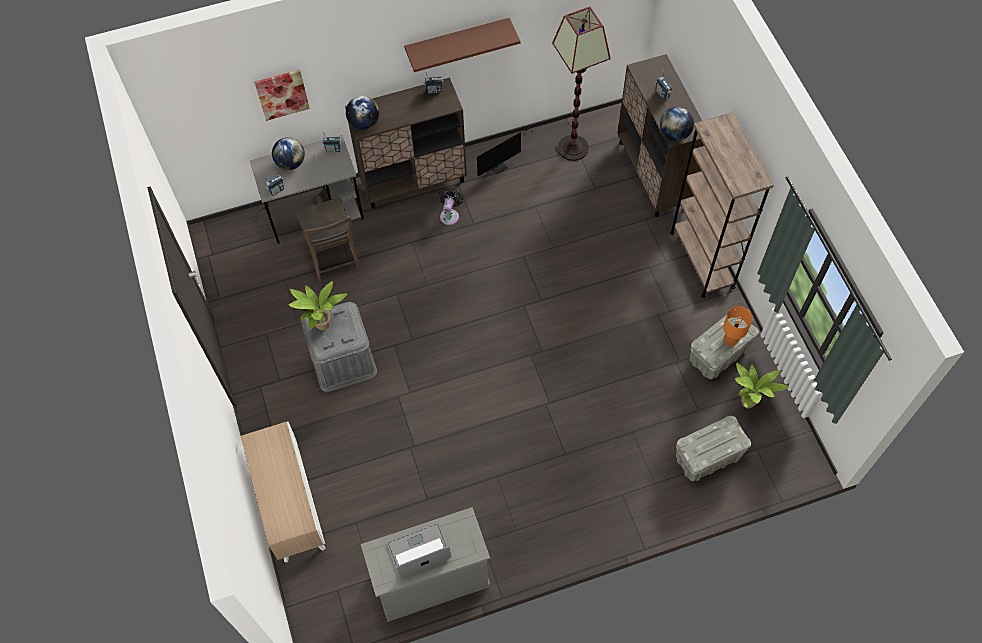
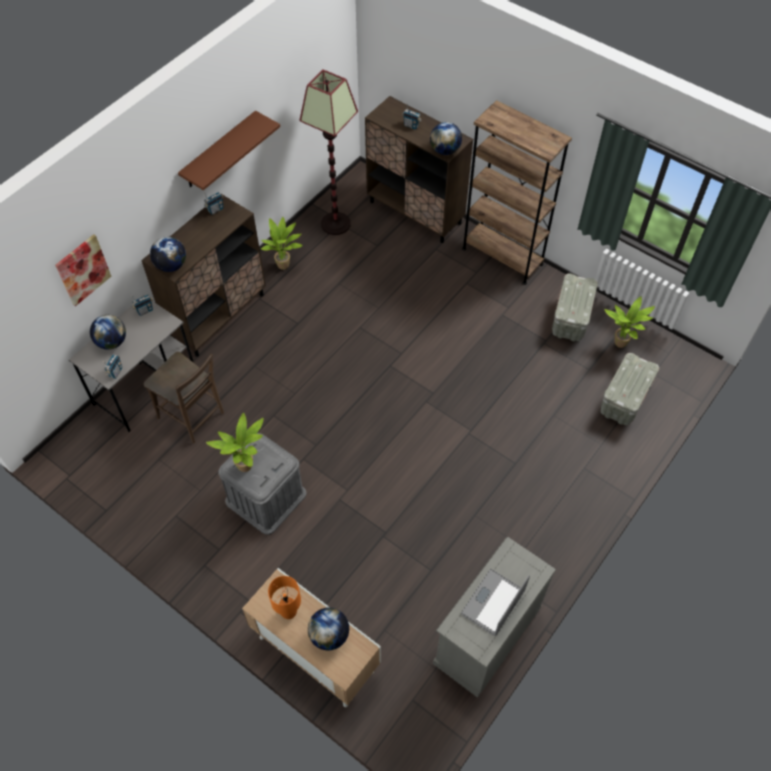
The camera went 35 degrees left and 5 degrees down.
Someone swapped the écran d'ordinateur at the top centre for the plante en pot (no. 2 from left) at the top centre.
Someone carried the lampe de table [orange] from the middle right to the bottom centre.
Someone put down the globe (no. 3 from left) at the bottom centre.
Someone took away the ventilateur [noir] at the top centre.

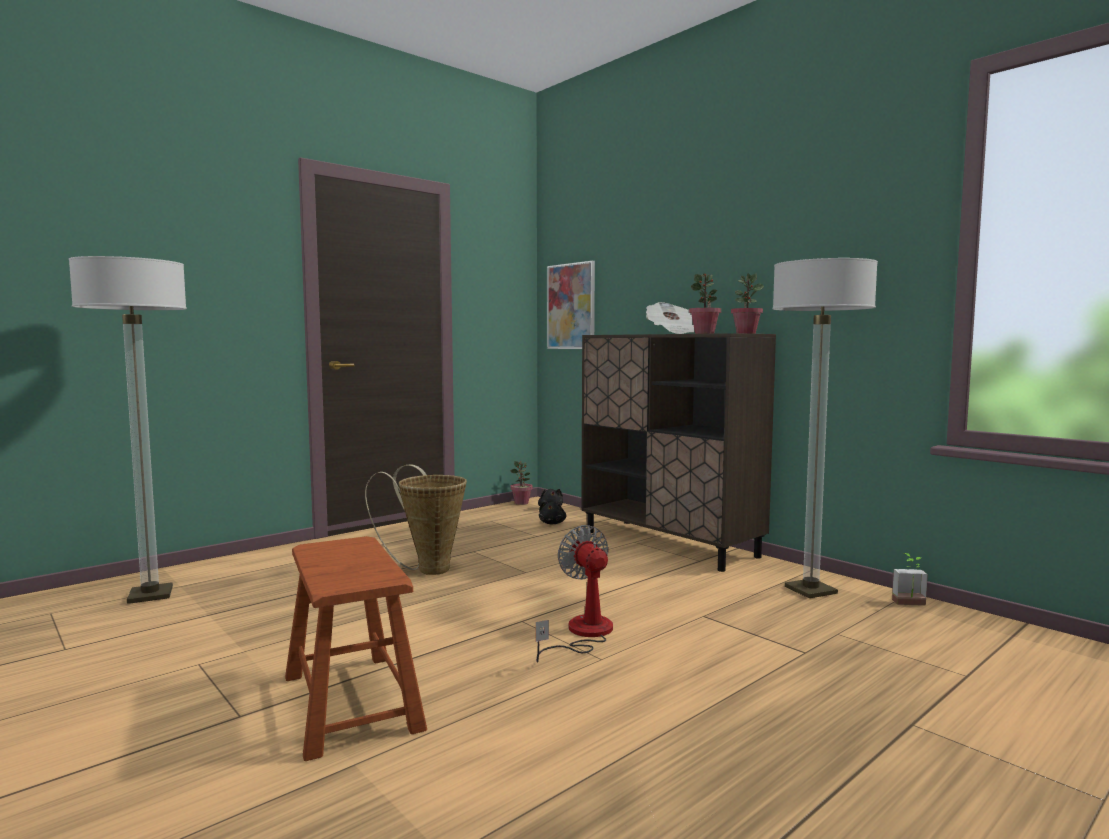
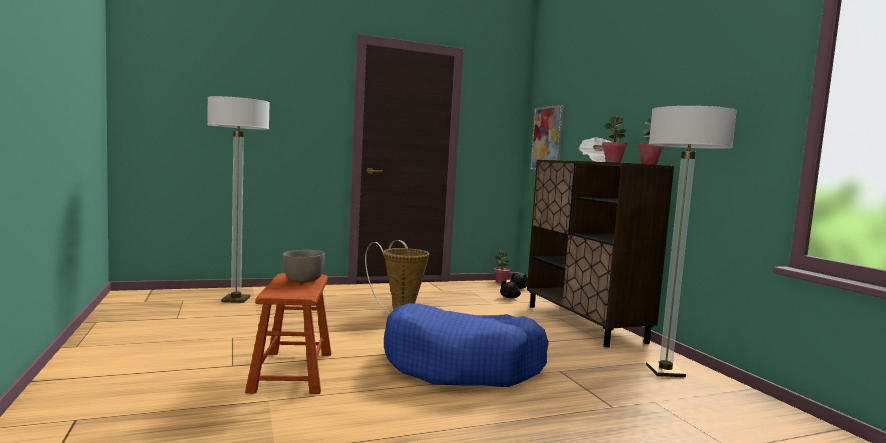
The camera went 20 degrees right and 0 degrees up.
Someone put down the bol [gris] at the centre.
Someone swapped the ventilateur at the bottom centre for the panier pour chien [bleu] at the bottom centre.
Someone took away the plante en pot (no. 4 from left) at the bottom right.

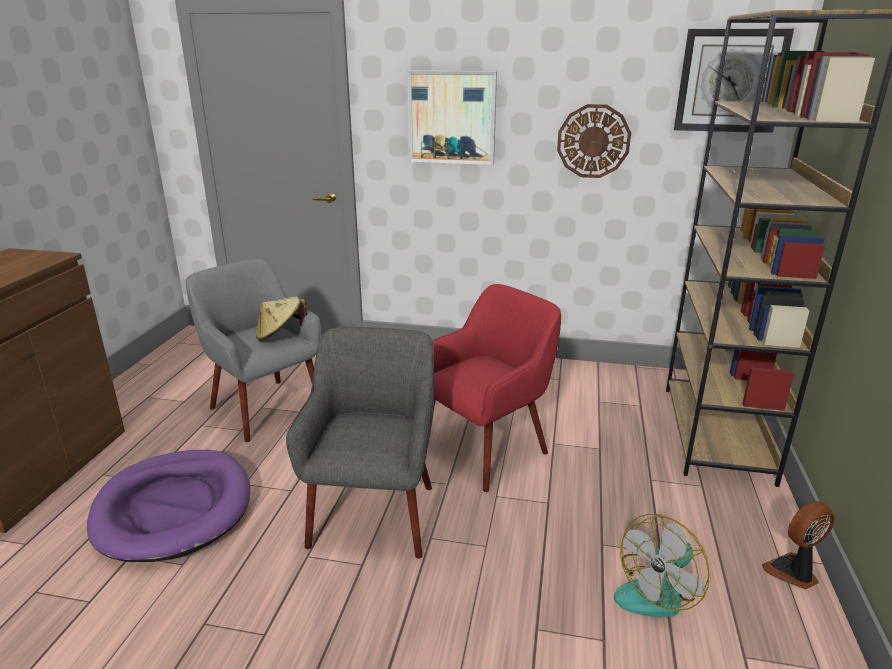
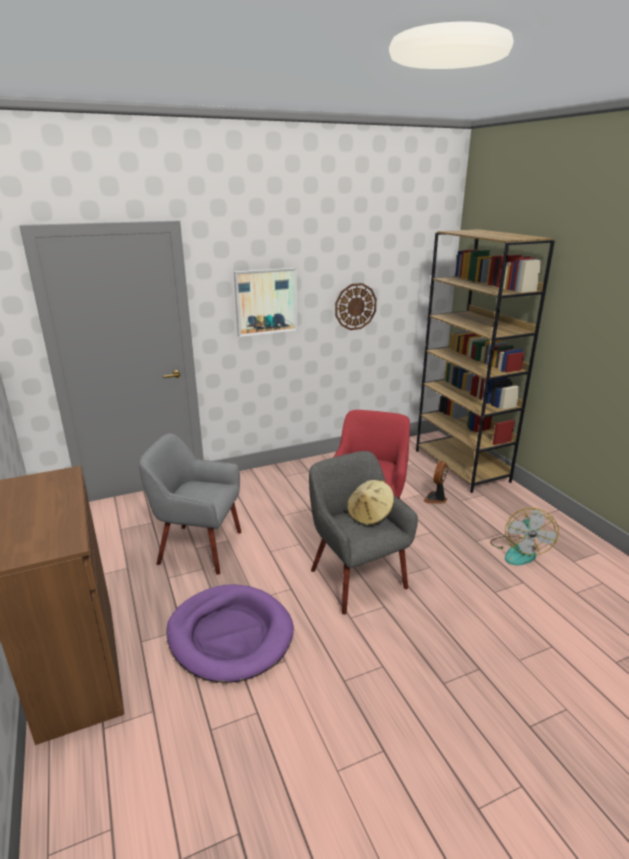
The camera went 35 degrees left and 0 degrees up.
Someone carried the chapeau [beige] from the middle left to the centre.
Someone carried the ventilateur (no. 2 from left in the first image) from the bottom right to the middle right.
Someone took away the horloge murale (no. 2 from left) at the top right.

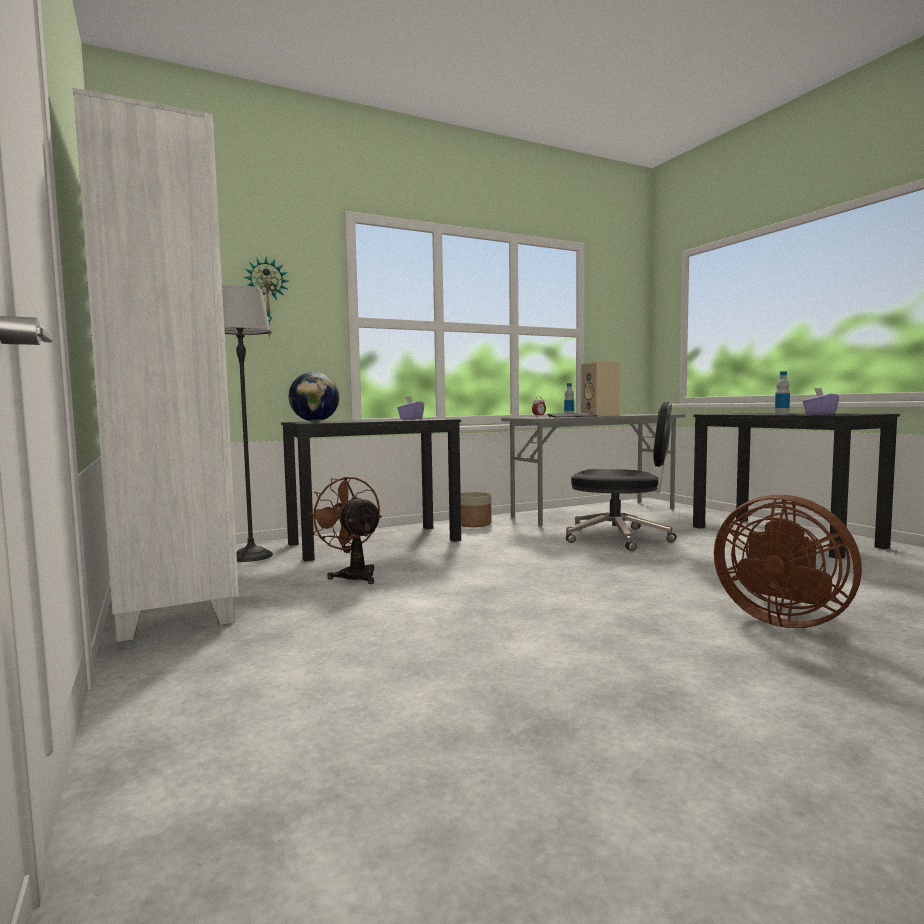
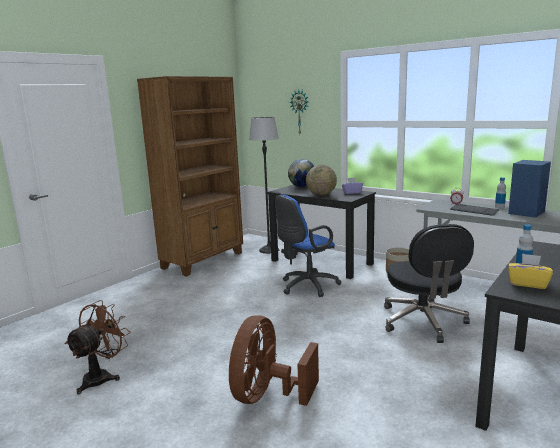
The camera went 65 degrees right and 10 degrees up.
Someone carried the ventilateur [marron] (no. 1 from left) from the centre to the bottom left.
Someone repainted the bibliothèque [blanc] at the middle left, which became the bibliothèque [marron] at the centre.
Someone put down the chaise de bureau [bleu] at the centre.
Someone put down the globe (no. 2 from left) at the centre.
Someone repainted the enceinte [beige] at the centre, which became the enceinte [bleu] at the middle right.
Someone repainted the boîte à mouchoirs [violet] (no. 2 from left) at the middle right, which became the boîte à mouchoirs [jaune] at the middle right.

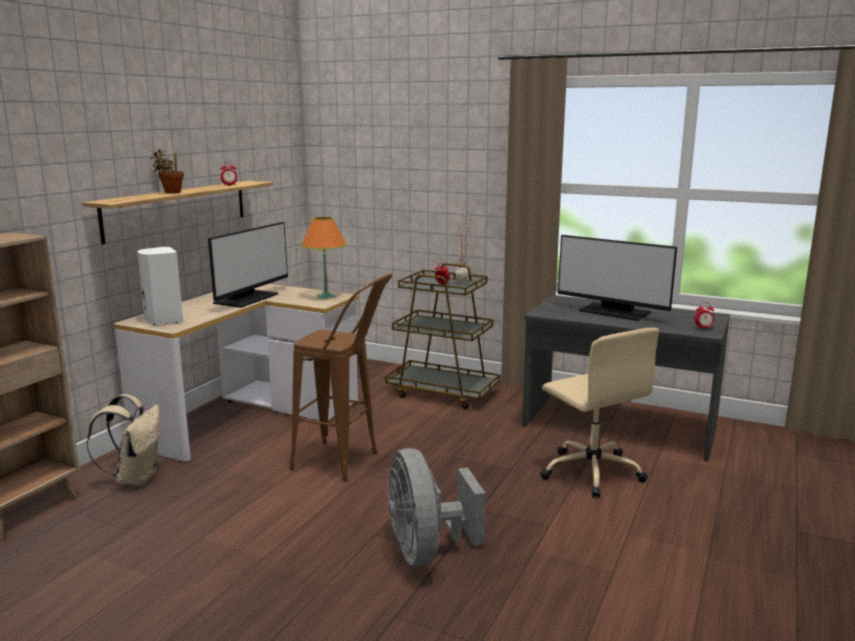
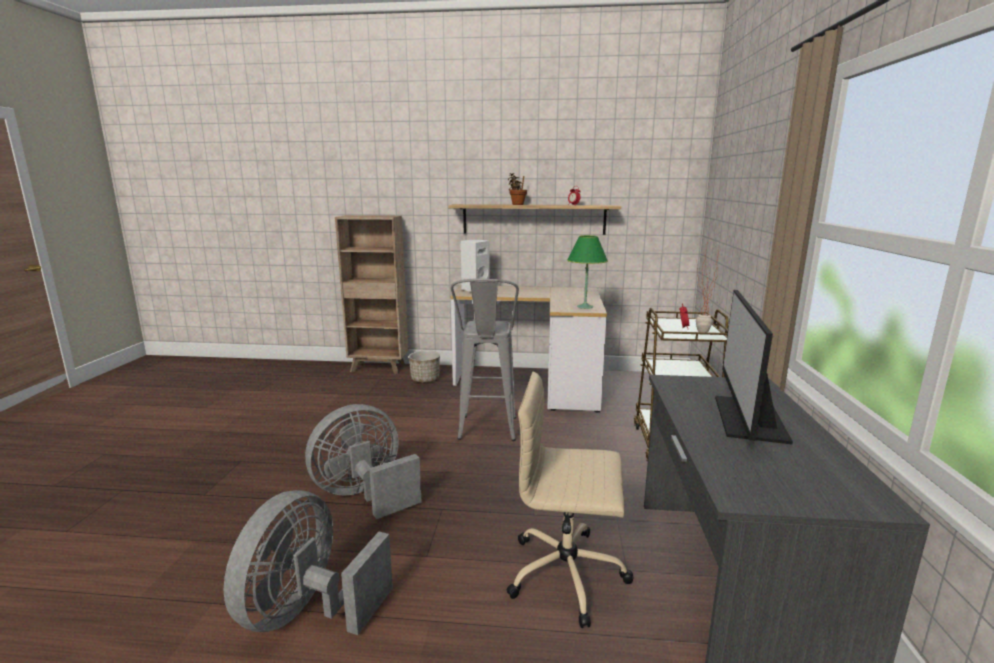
The camera went 70 degrees right and 0 degrees up.
Someone put down the ventilateur [gris] (no. 1 from left) at the bottom left.
Someone swapped the sac à dos [beige] at the bottom left for the cache-pot at the centre.
Someone repainted the tabouret [marron] at the centre, which became the tabouret [gris] at the centre.
Someone rotated the chaise de bureau [beige] at the middle right by 60 degrees clockwise.
Someone repainted the lampe de table [orange] at the centre, which became the lampe de table [vert] at the centre.
Someone took away the écran d'ordinateur (no. 1 from left) at the middle left.
Someone took away the réveil (no. 3 from left) at the middle right.

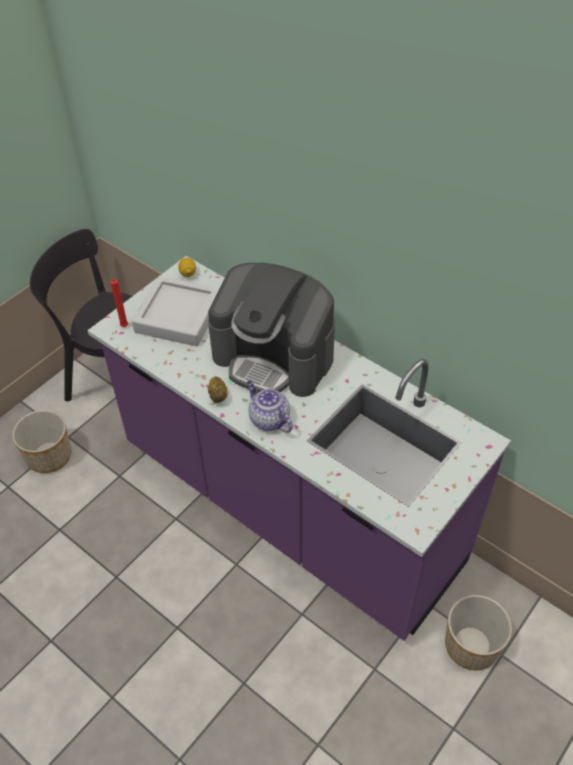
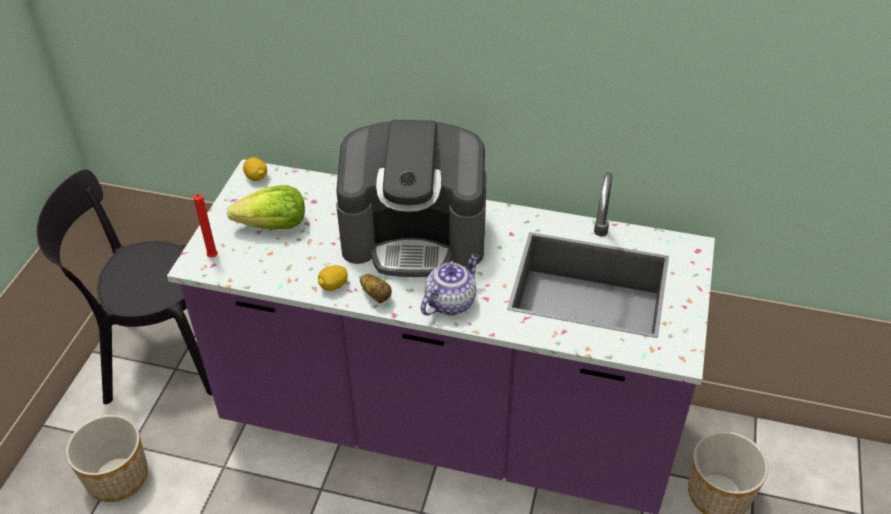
The camera went 25 degrees left and 5 degrees down.
Someone swapped the plateau [gris] at the middle left for the laitue at the middle left.
Someone put down the citron (no. 2 from left) at the centre.
Someone rotated the théière at the centre by 105 degrees clockwise.

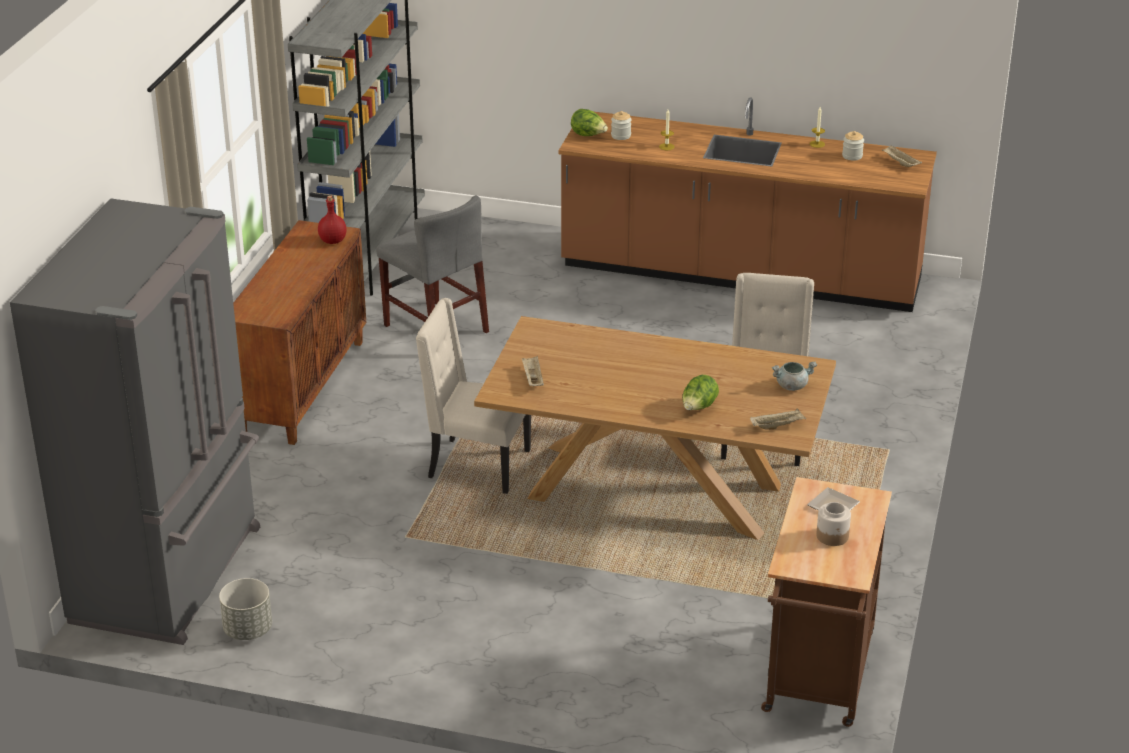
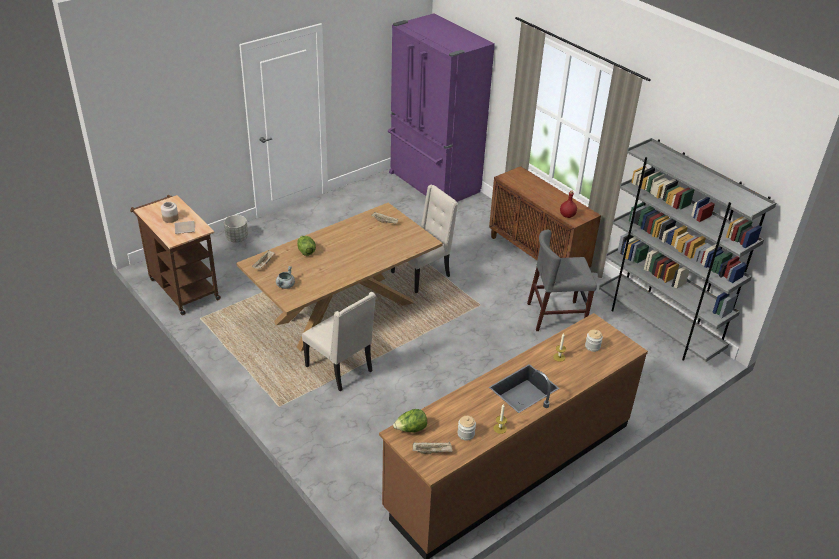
The camera went 125 degrees right and 5 degrees up.
Someone carried the cache-pot [gris] from the bottom left to the middle left.
Someone repainted the réfrigérateur [gris] at the middle left, which became the réfrigérateur [violet] at the top centre.
Someone carried the laitue (no. 1 from left in the first image) from the top centre to the bottom centre.

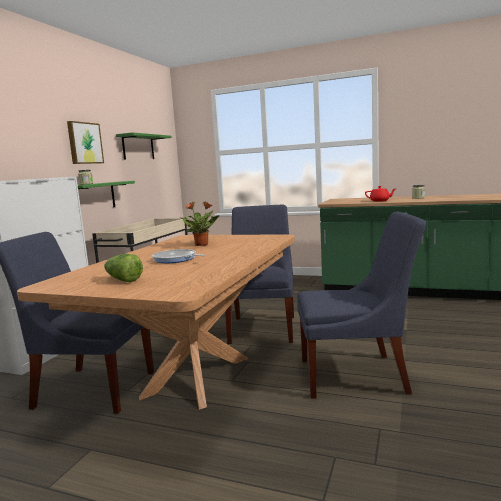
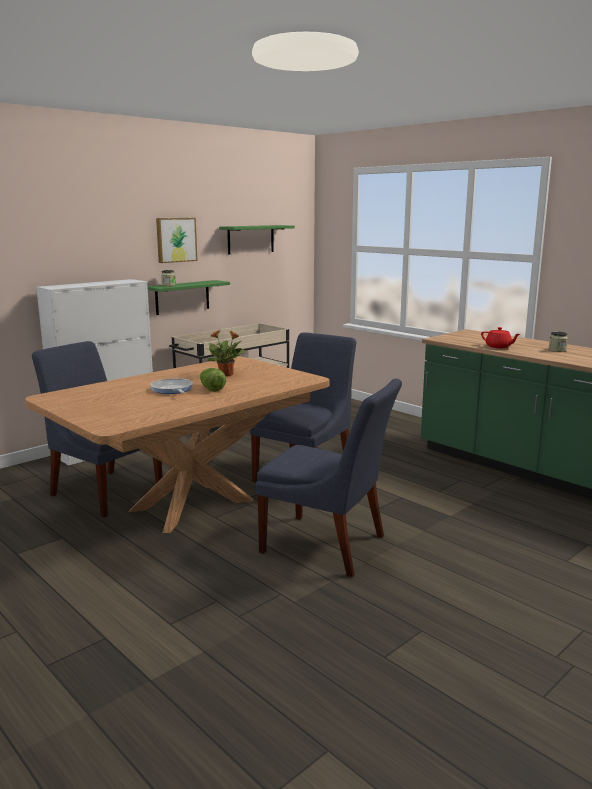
The camera went 25 degrees right and 5 degrees up.
Someone carried the laitue from the middle left to the centre.

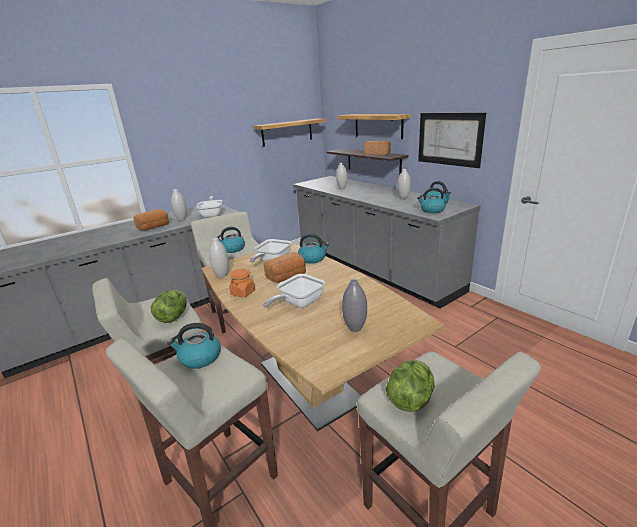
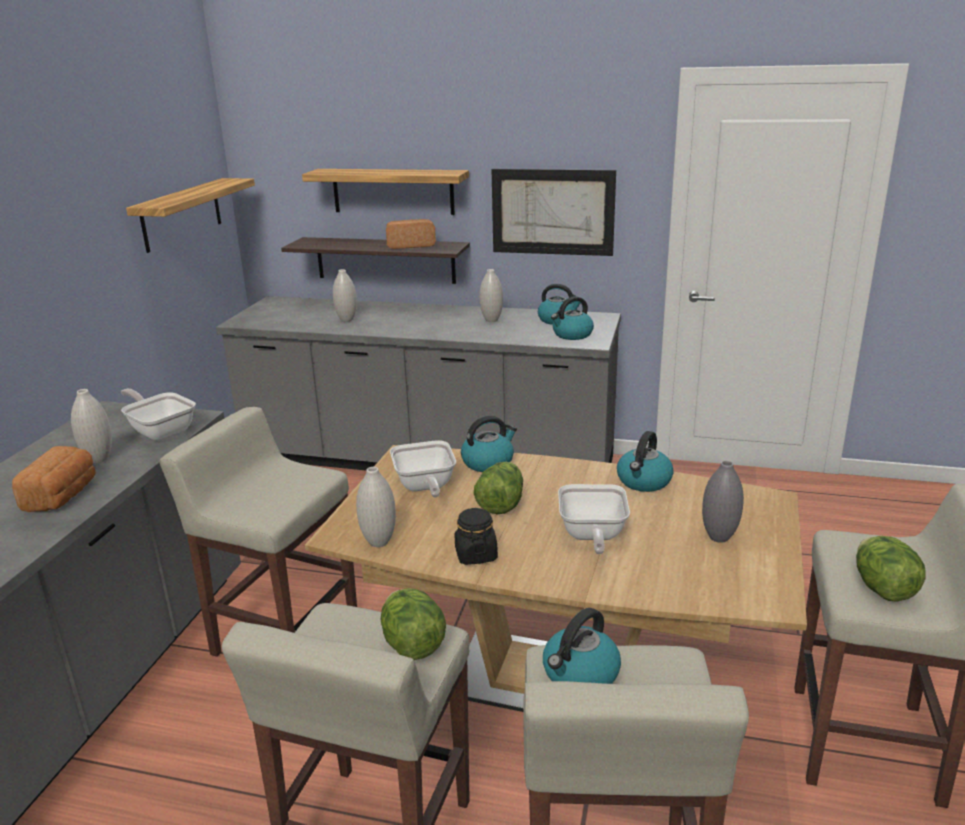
The camera went 40 degrees left and 0 degrees up.
Someone repainted the bocal [orange] at the centre, which became the bocal [noir] at the centre.
Someone swapped the pain (no. 2 from left) at the centre for the laitue (no. 2 from left) at the centre.
Someone carried the bouilloire (no. 2 from left in the first image) from the centre to the middle right.

